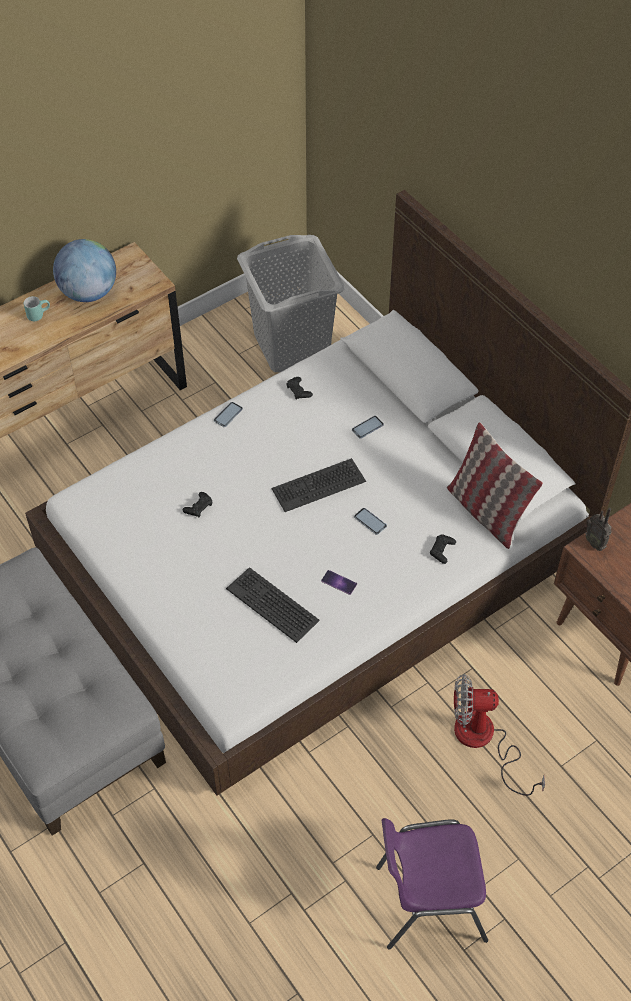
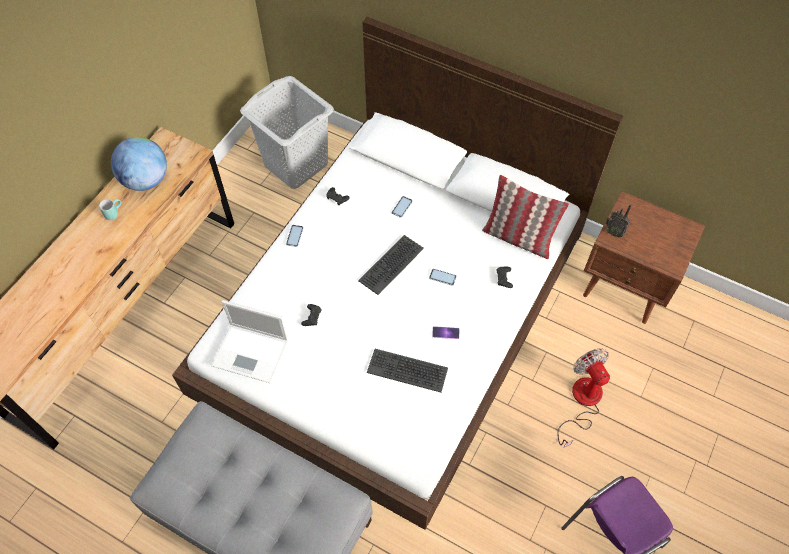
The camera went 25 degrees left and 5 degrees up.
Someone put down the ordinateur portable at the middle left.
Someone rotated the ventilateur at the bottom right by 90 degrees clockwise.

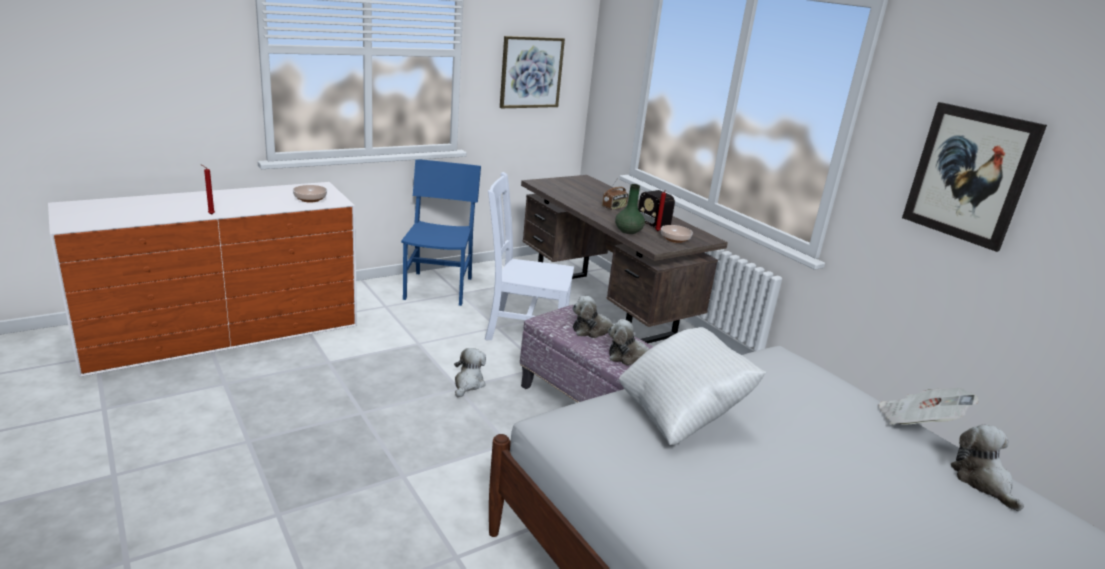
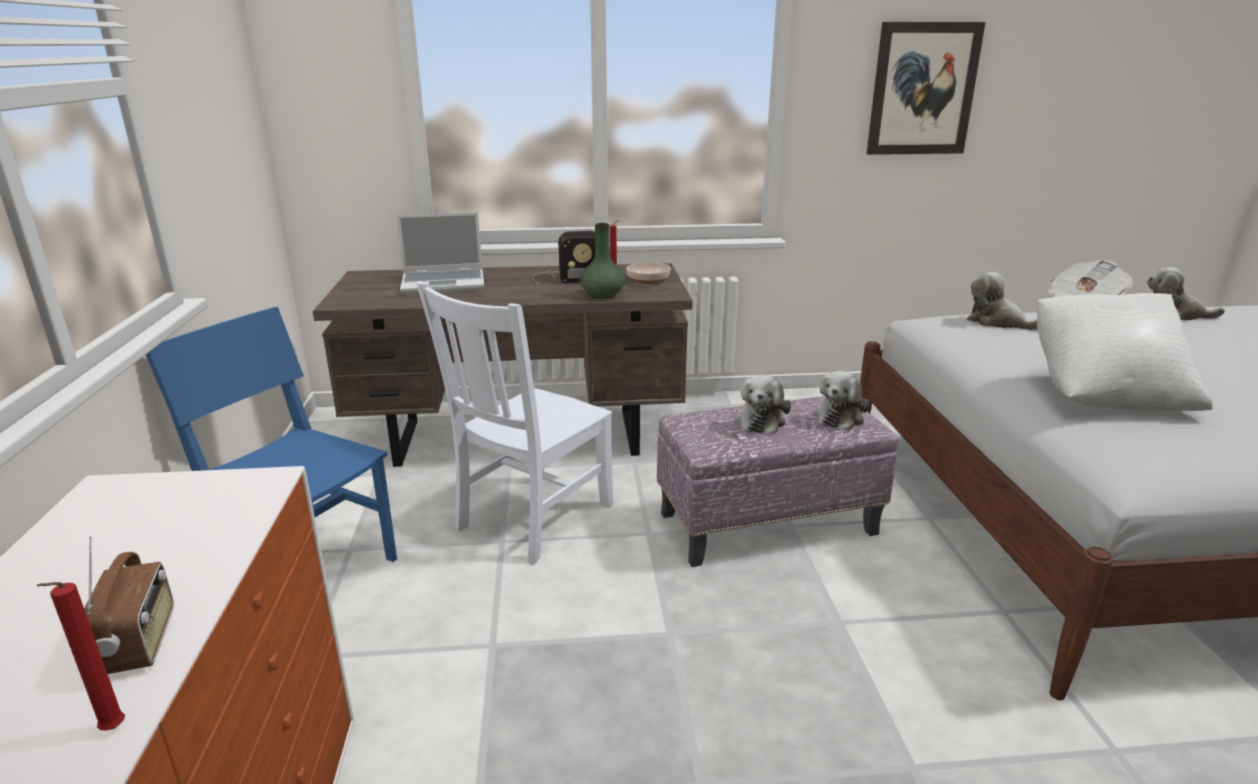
The camera went 60 degrees left and 0 degrees up.
Someone carried the radio (no. 1 from left) from the centre to the bottom left.
Someone put down the ordinateur portable at the top centre.
Someone carried the peluche (no. 1 from left in the first image) from the centre to the middle right.
Someone took away the bol (no. 1 from left) at the middle left.
Someone took away the tableau (no. 1 from left) at the top centre.

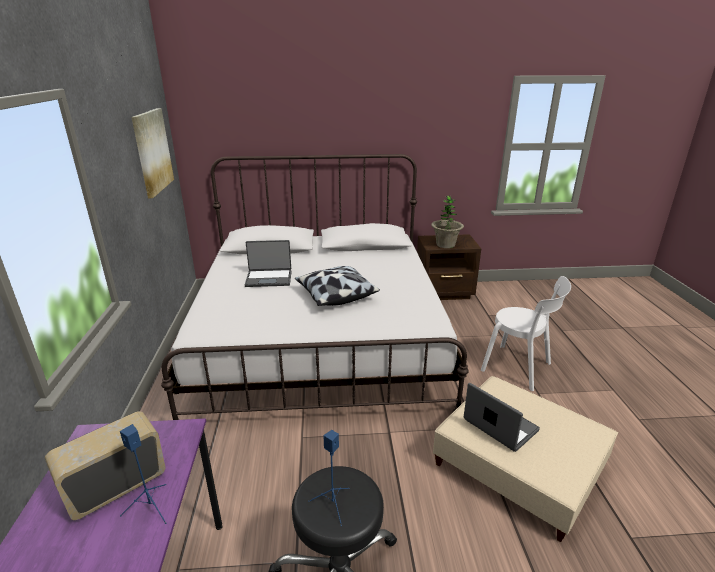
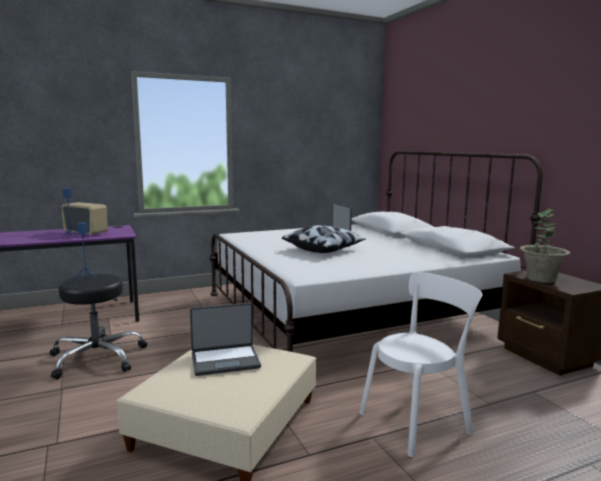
The camera went 70 degrees right and 15 degrees down.
Someone rotated the ordinateur portable (no. 2 from left in the first image) at the bottom right by 45 degrees clockwise.
Someone rotated the chaise [blanc] at the middle right by 135 degrees counterclockwise.
Someone took away the tableau at the top left.

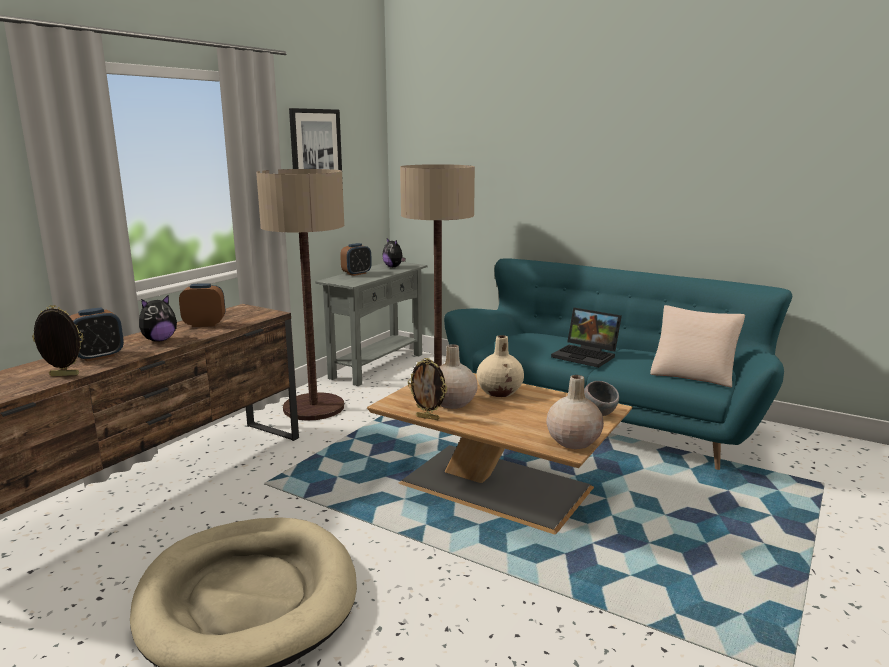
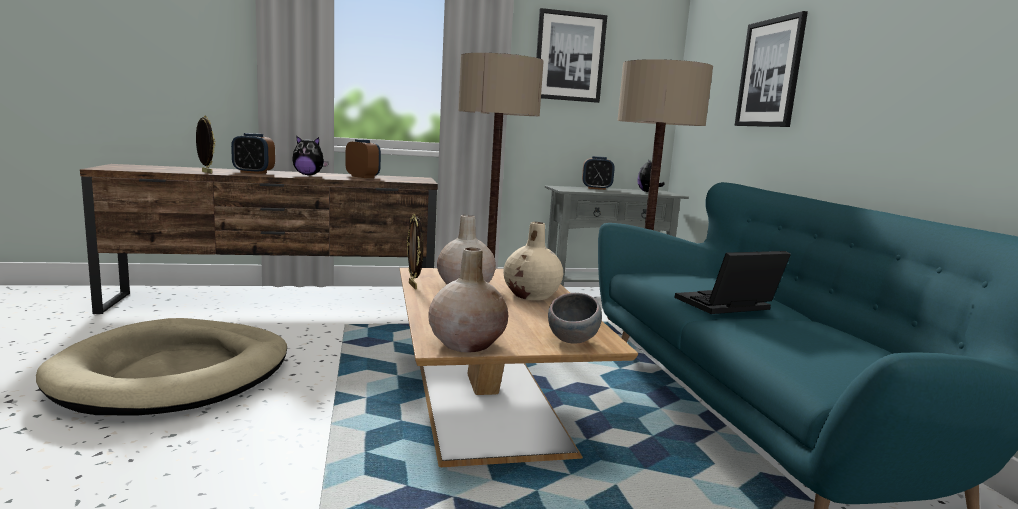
The camera went 45 degrees right and 5 degrees down.
Someone rotated the ordinateur portable at the centre by 75 degrees clockwise.
Someone put up the tableau (no. 2 from left) at the top right.
Someone took away the coussin [beige] at the middle right.

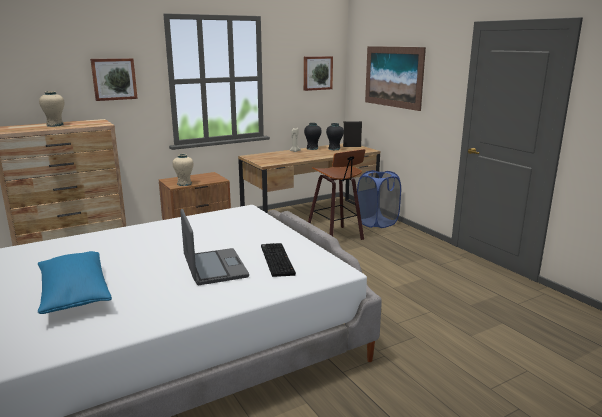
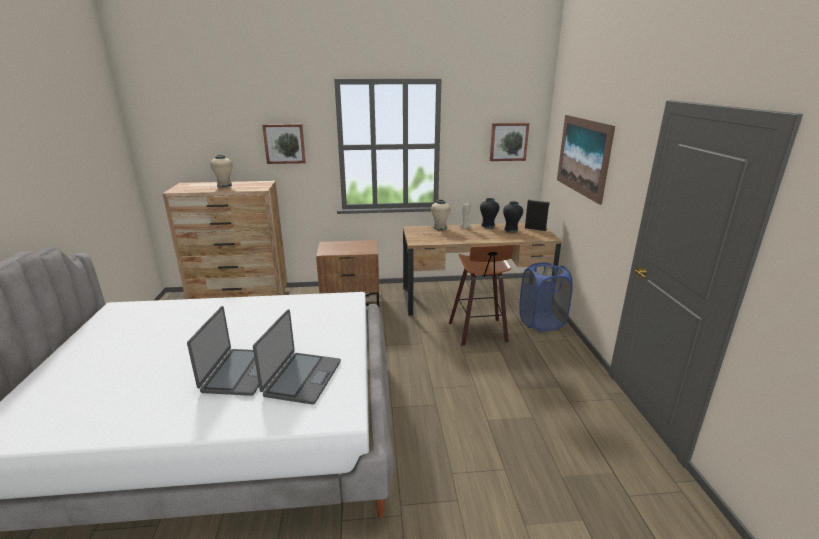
The camera went 25 degrees right and 5 degrees up.
Someone swapped the clavier at the centre for the ordinateur portable (no. 2 from left) at the centre.
Someone carried the vase [beige] (no. 2 from left) from the middle left to the centre.
Someone took away the coussin [bleu] at the bottom left.

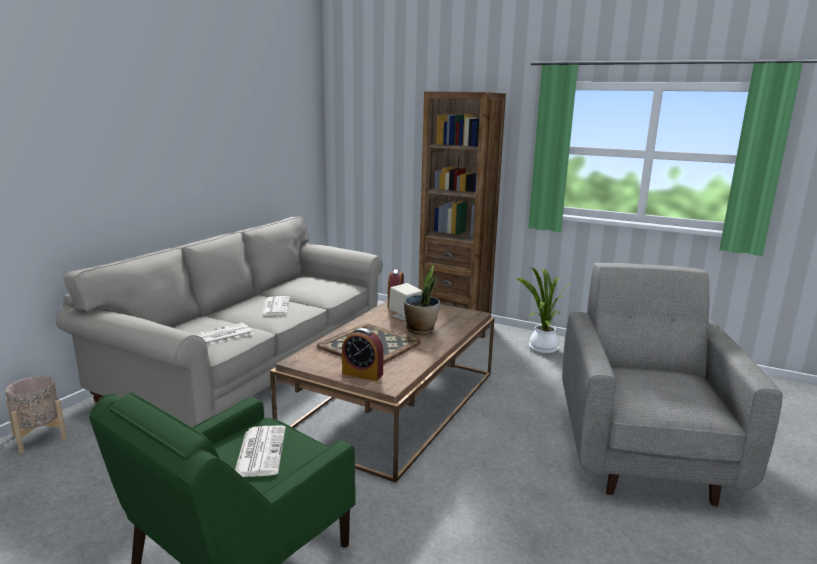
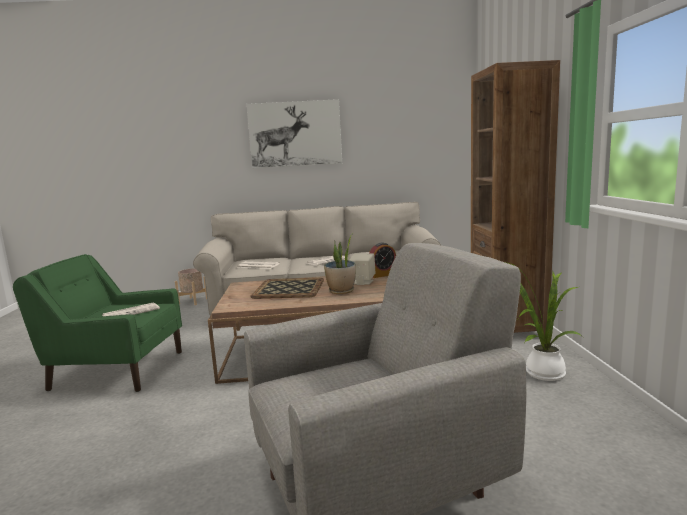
The camera went 60 degrees right and 5 degrees down.
Someone put up the tableau at the top centre.
Someone took away the réveil (no. 1 from left) at the centre.

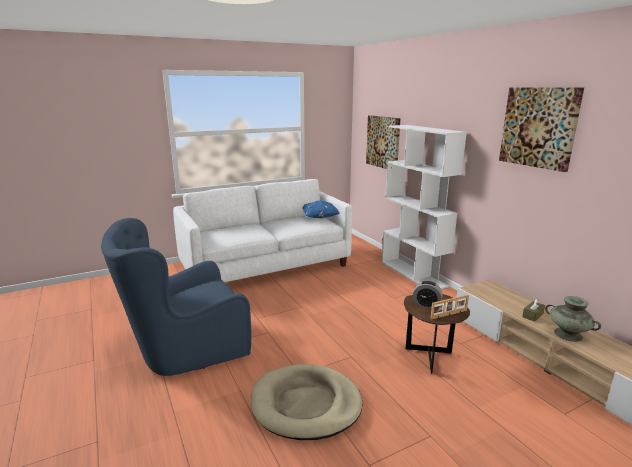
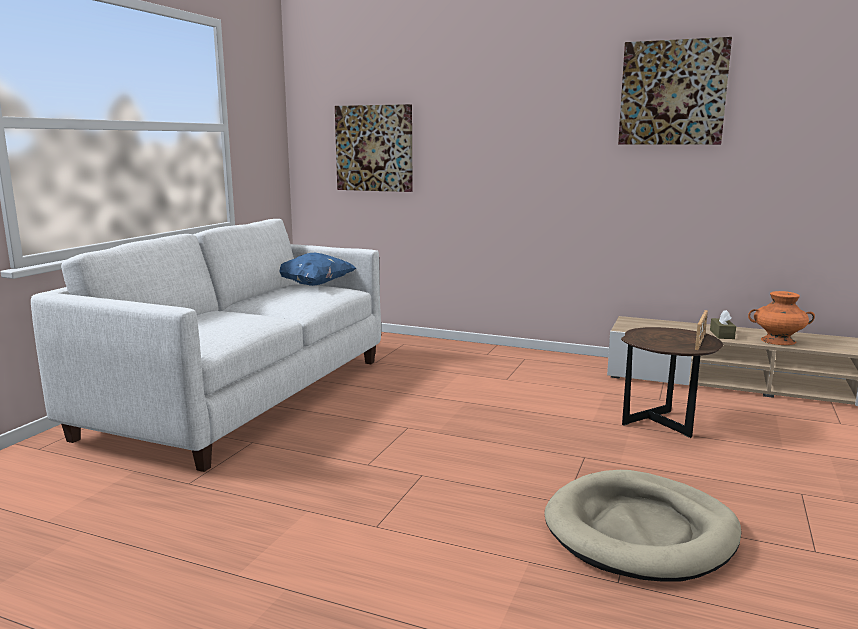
The camera went 40 degrees left and 5 degrees down.
Someone repainted the vase [turquoise] at the bottom right, which became the vase [orange] at the middle right.
Someone took away the fauteuil [bleu] at the middle left.
Someone took away the bibliothèque [blanc] at the middle right.
Someone took away the réveil at the middle right.

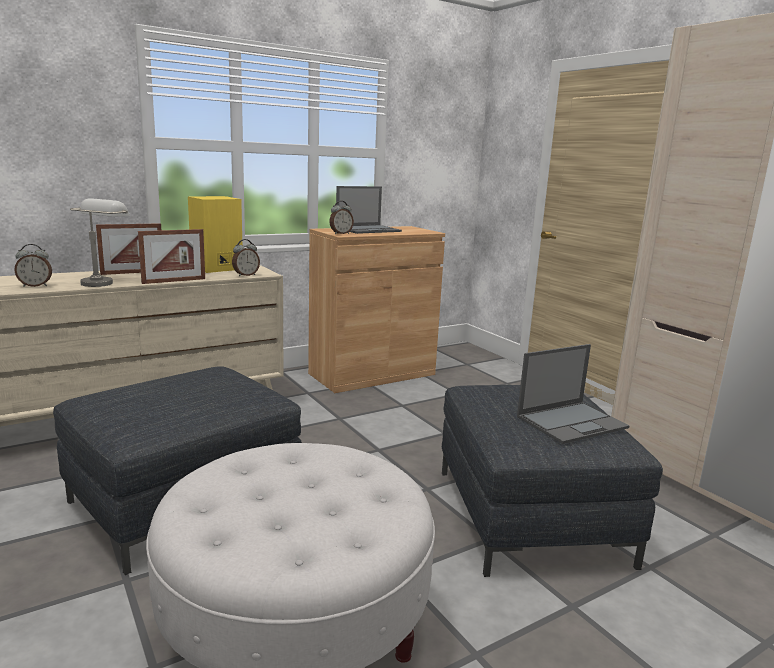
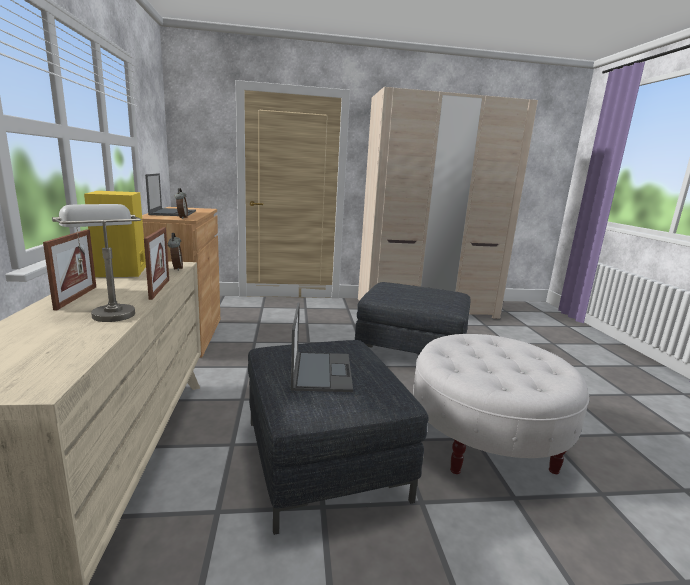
The camera went 65 degrees left and 0 degrees up.
Someone carried the ordinateur portable (no. 2 from left) from the middle right to the centre.
Someone took away the réveil (no. 1 from left) at the middle left.

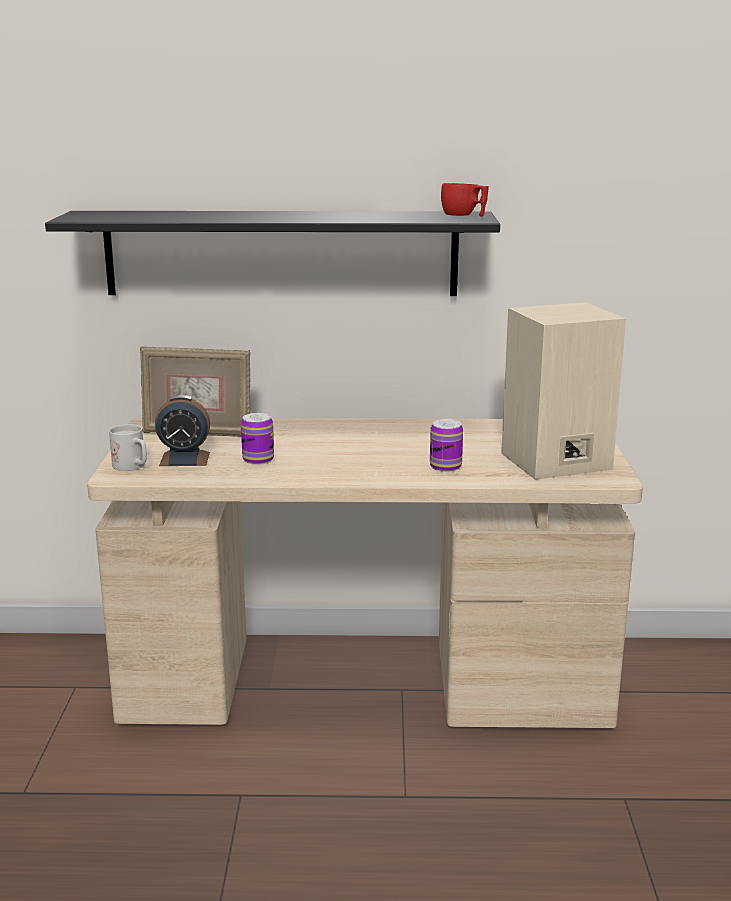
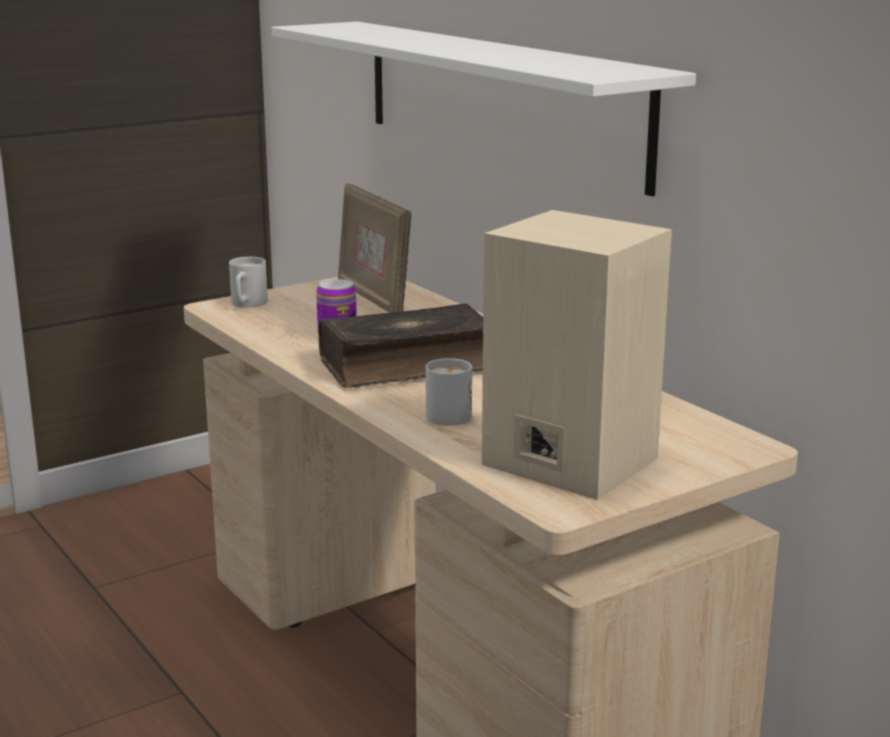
The camera went 55 degrees right and 0 degrees up.
Someone repainted the étagère [noir] at the top centre, which became the étagère [blanc] at the top centre.
Someone put down the livre at the centre.
Someone swapped the boîte métallique (no. 2 from left) at the centre for the mug [blanc] (no. 2 from left) at the centre.
Someone took away the réveil at the middle left.
Someone took away the tasse [rouge] at the top centre.

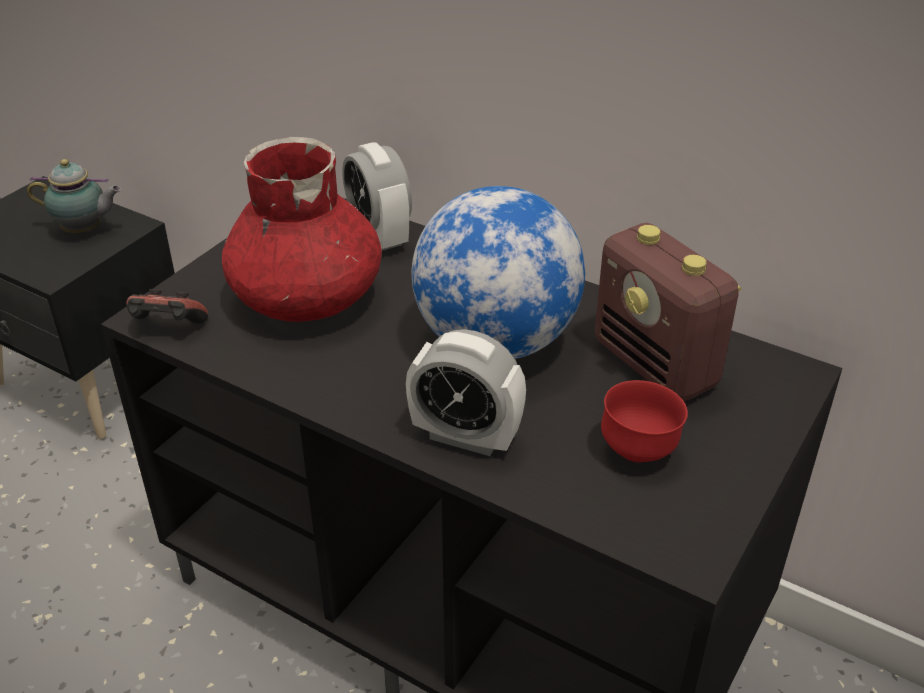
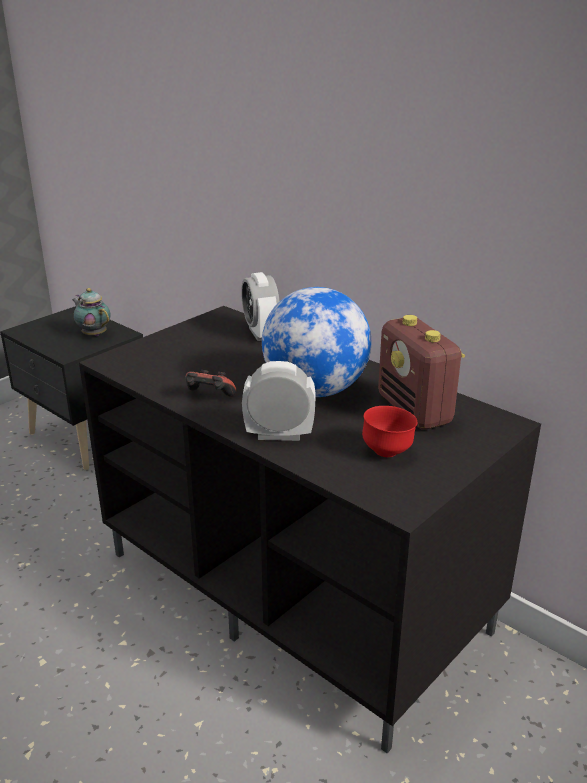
The camera went 10 degrees right and 10 degrees down.
Someone rotated the théière at the top left by 150 degrees counterclockwise.
Someone carried the manette from the middle left to the centre.
Someone rotated the réveil (no. 2 from left) at the centre by 150 degrees clockwise.
Someone took away the vase [rouge] at the top left.

